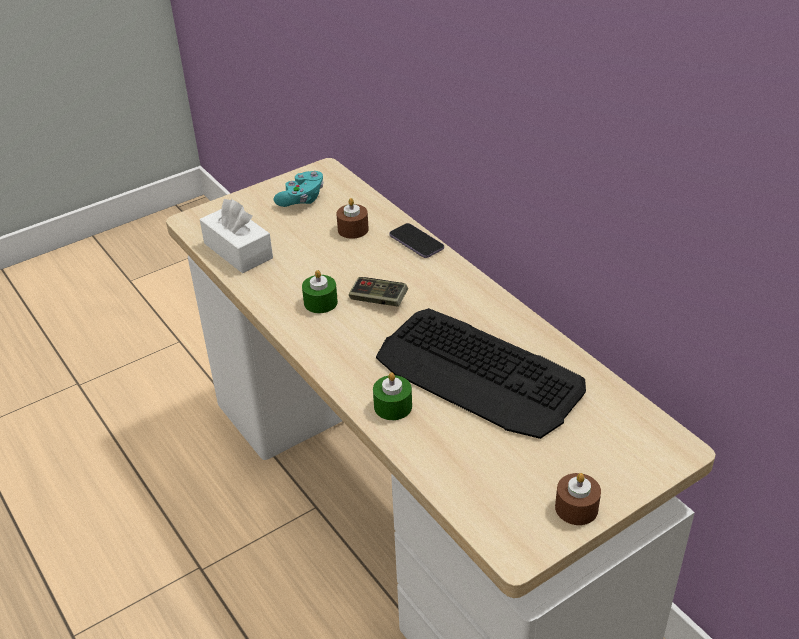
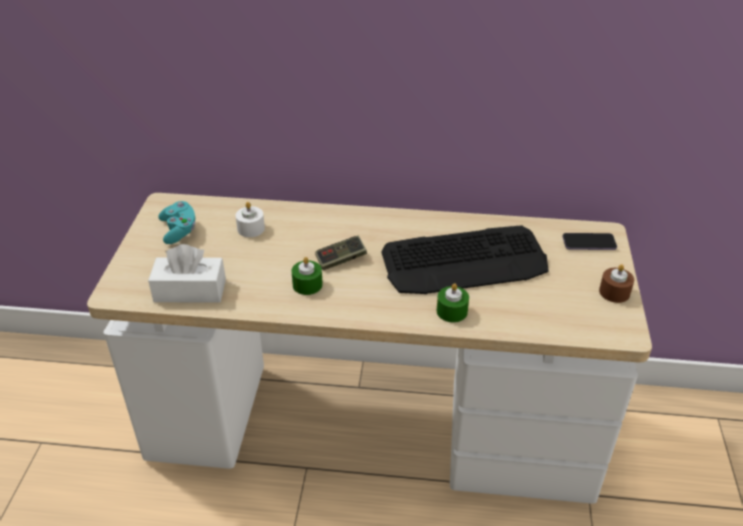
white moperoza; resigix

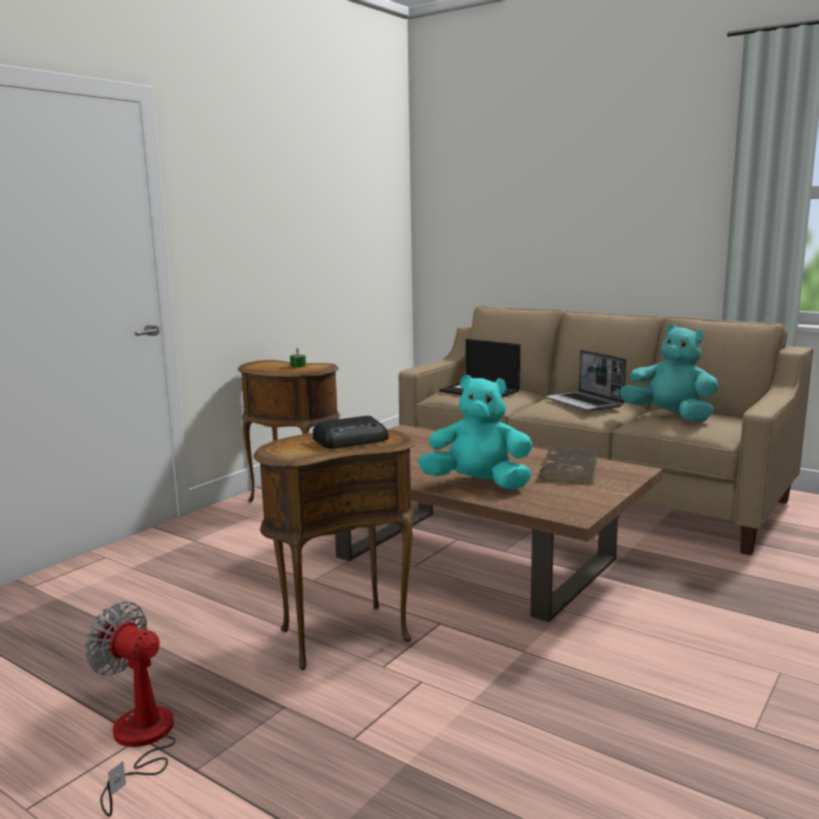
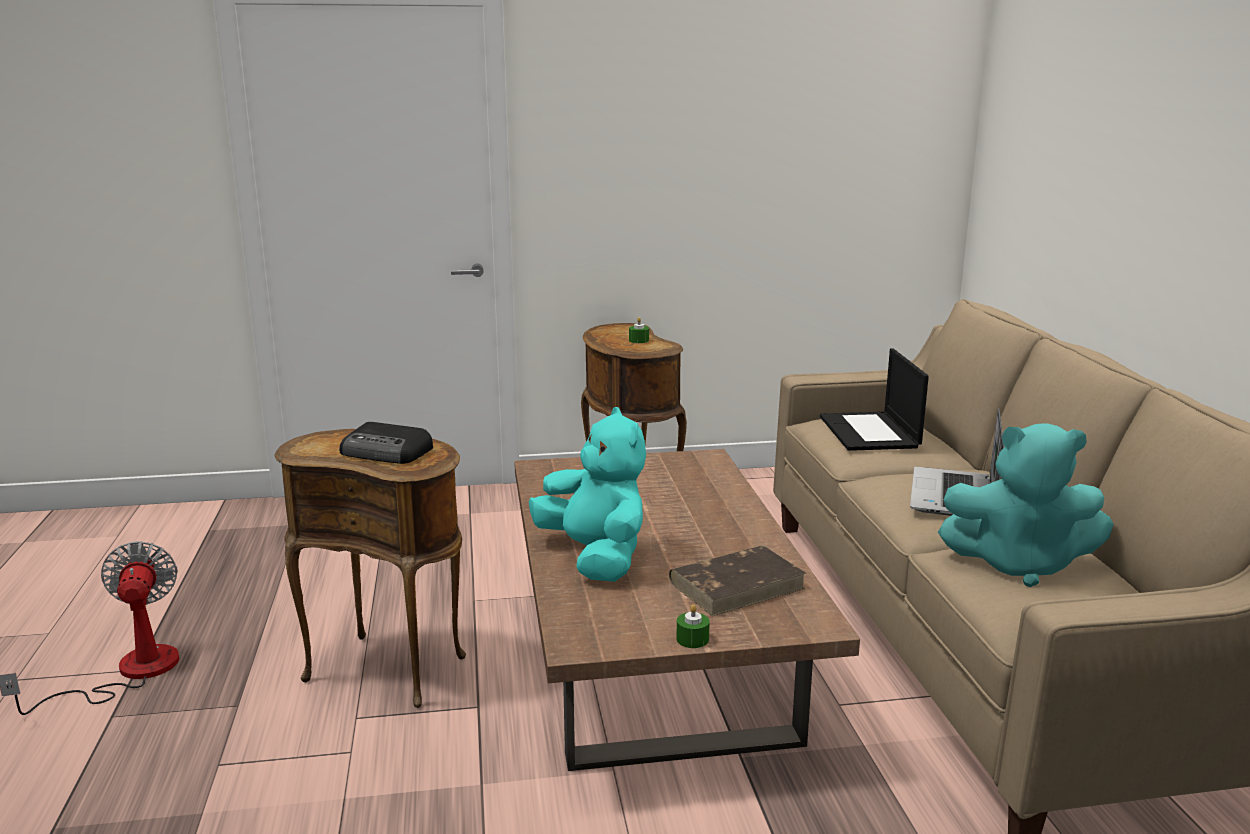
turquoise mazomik (2nd from left); green moperoza (2nd from left)

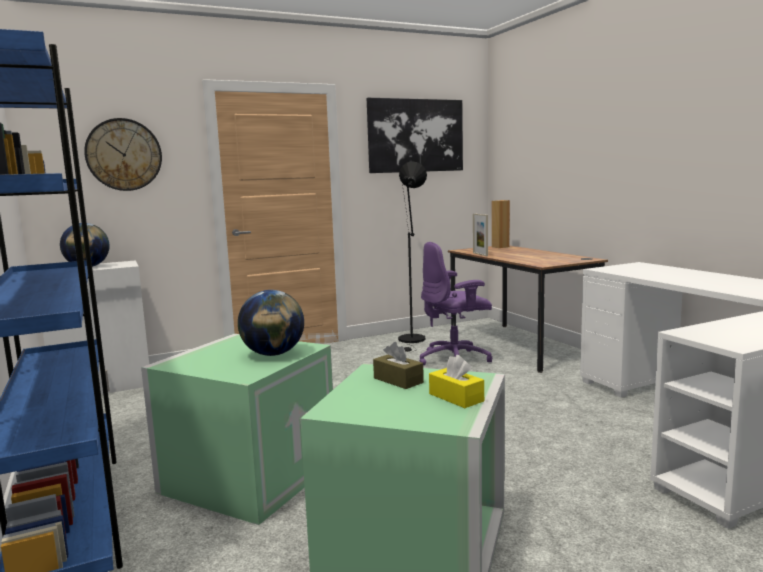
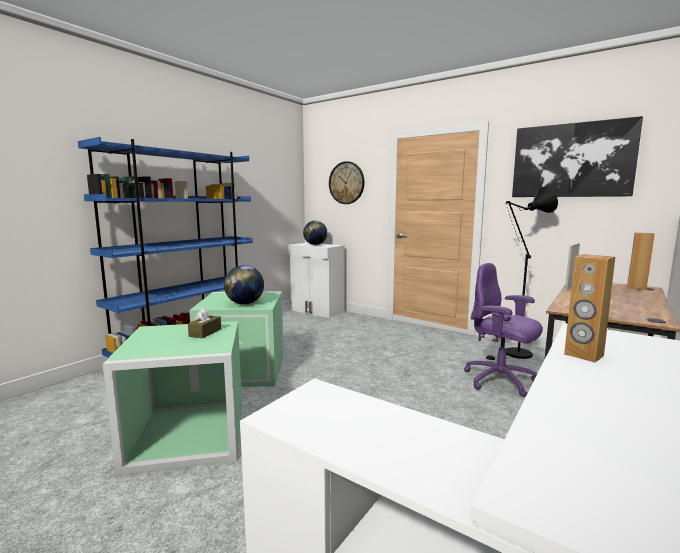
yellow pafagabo; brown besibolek (1st from left)

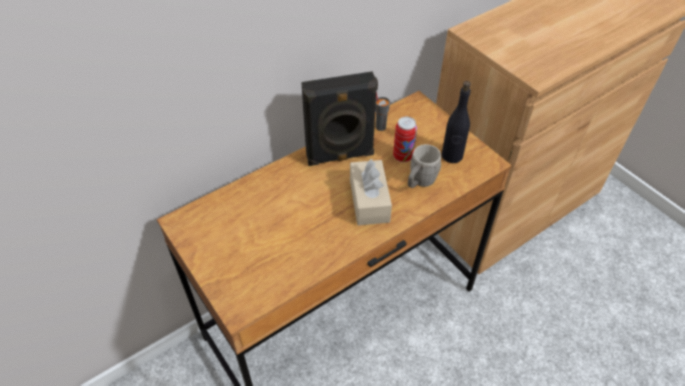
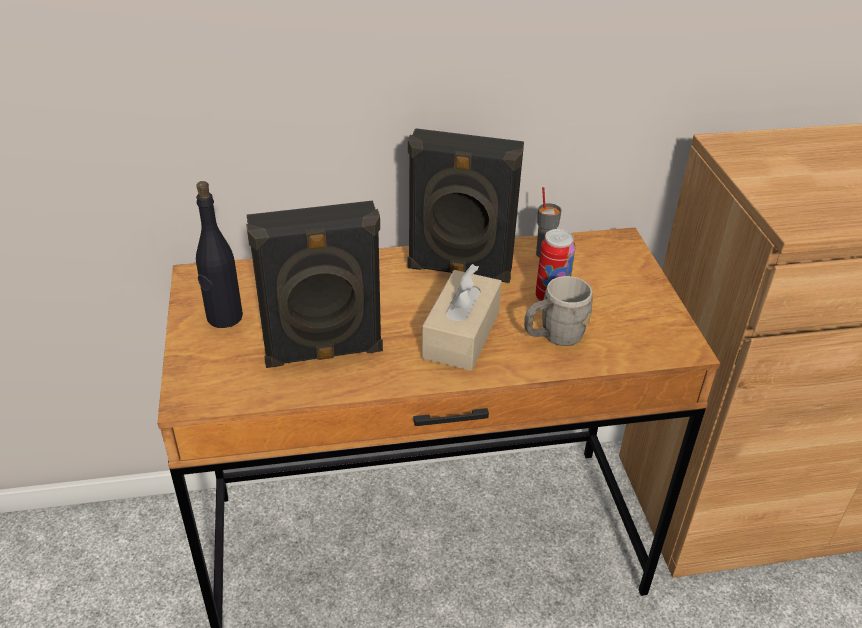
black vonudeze; black besibolek (1st from left)

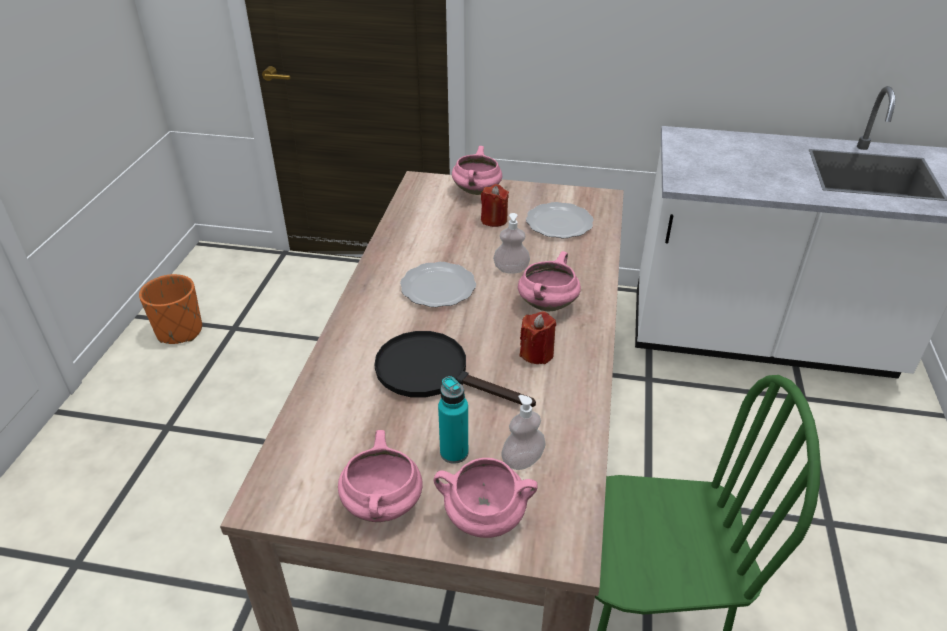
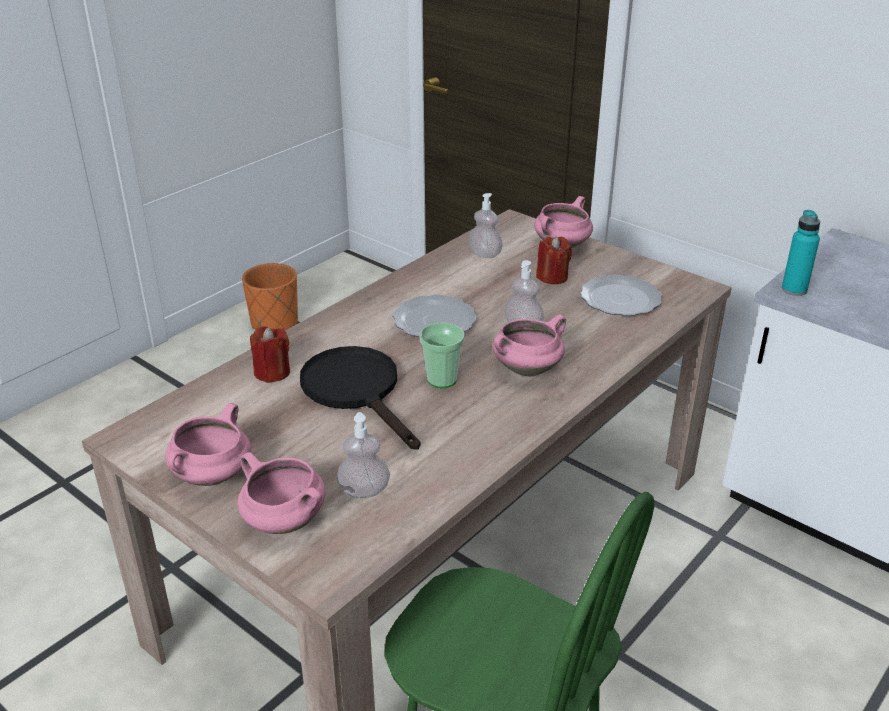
turquoise vonudeze; red moperoza (1st from left); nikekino; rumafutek (2nd from left)

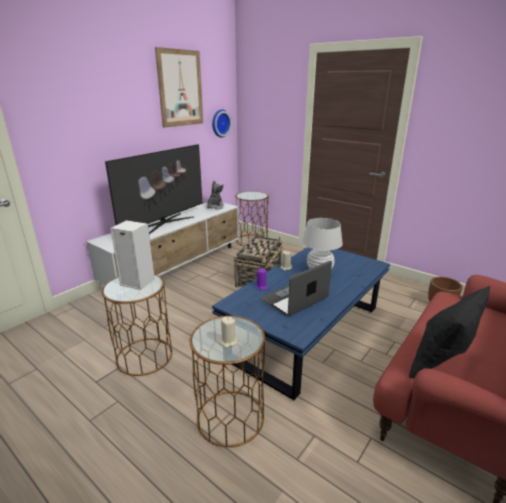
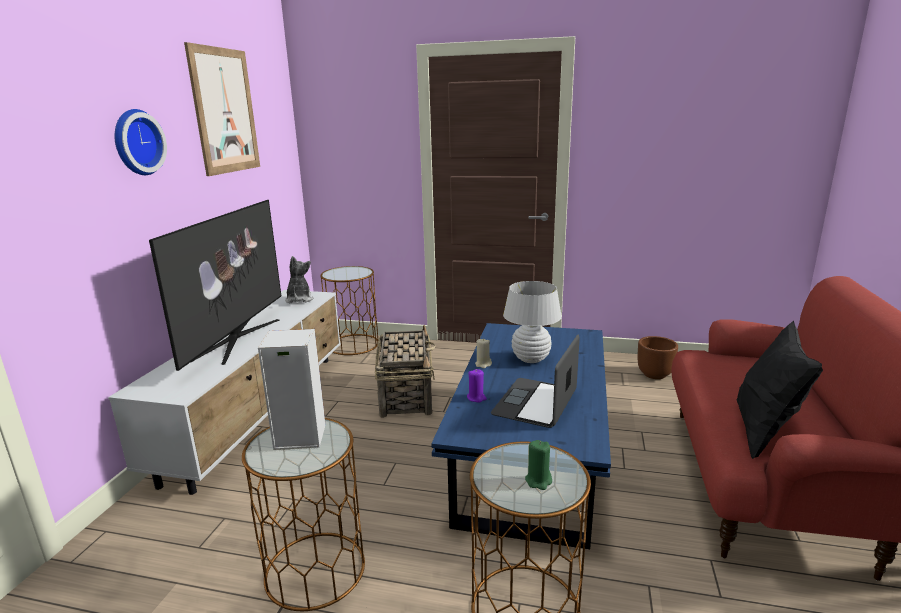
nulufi; green moperoza

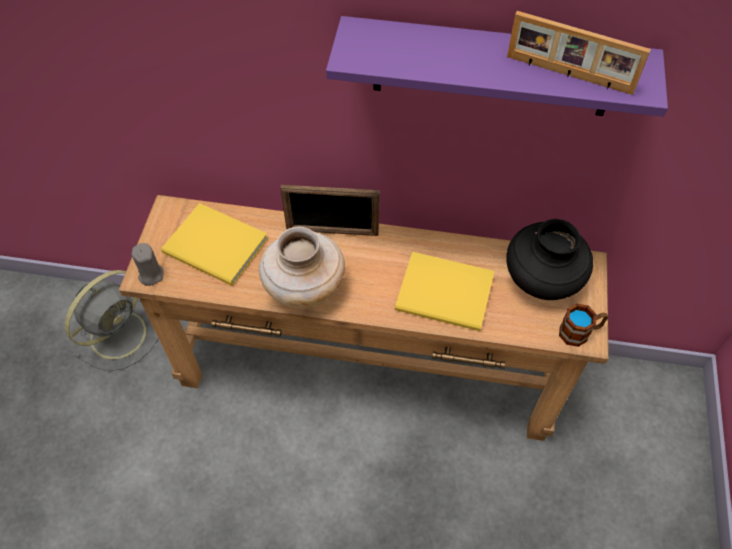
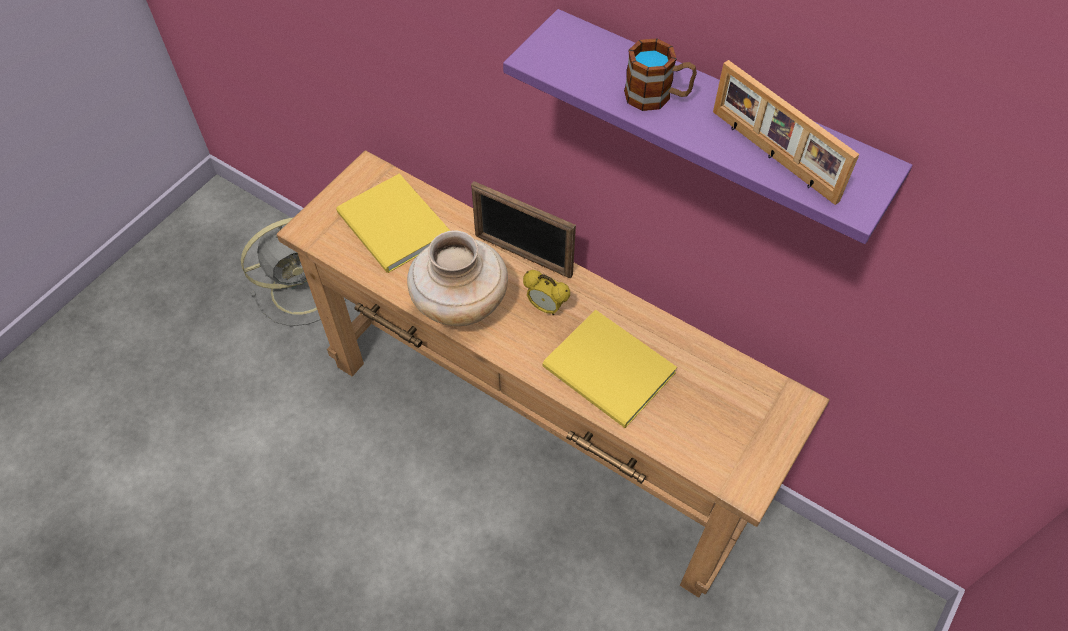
grey moperoza; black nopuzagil; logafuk; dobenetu

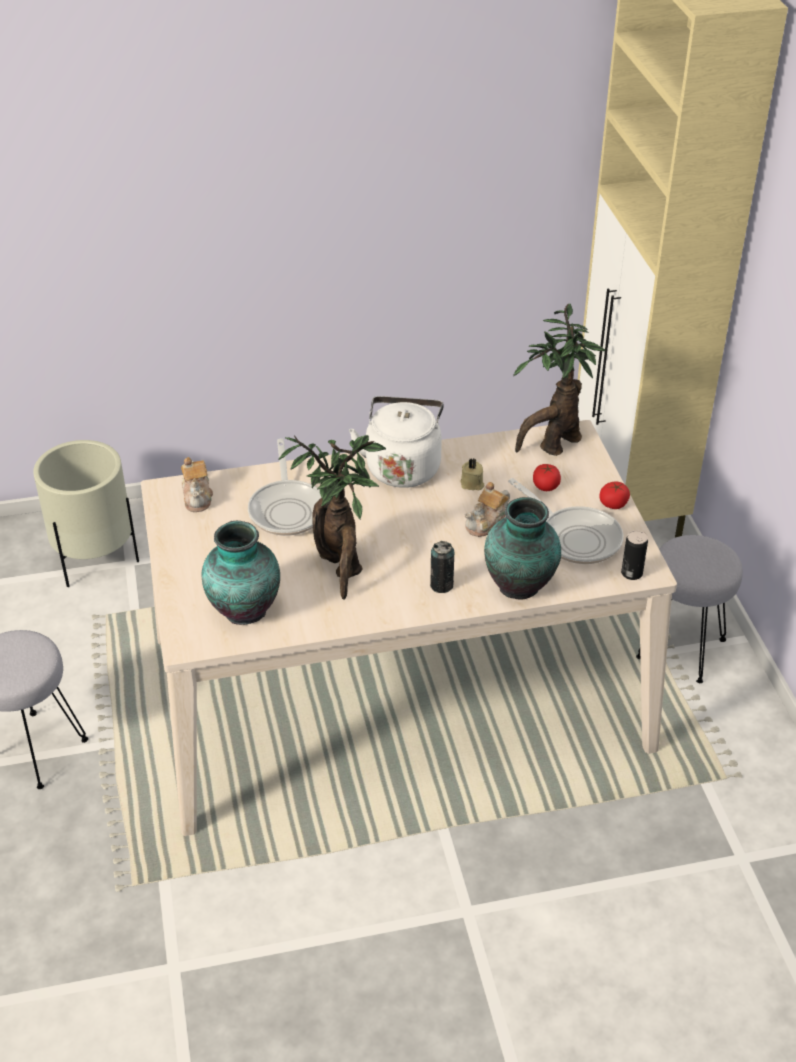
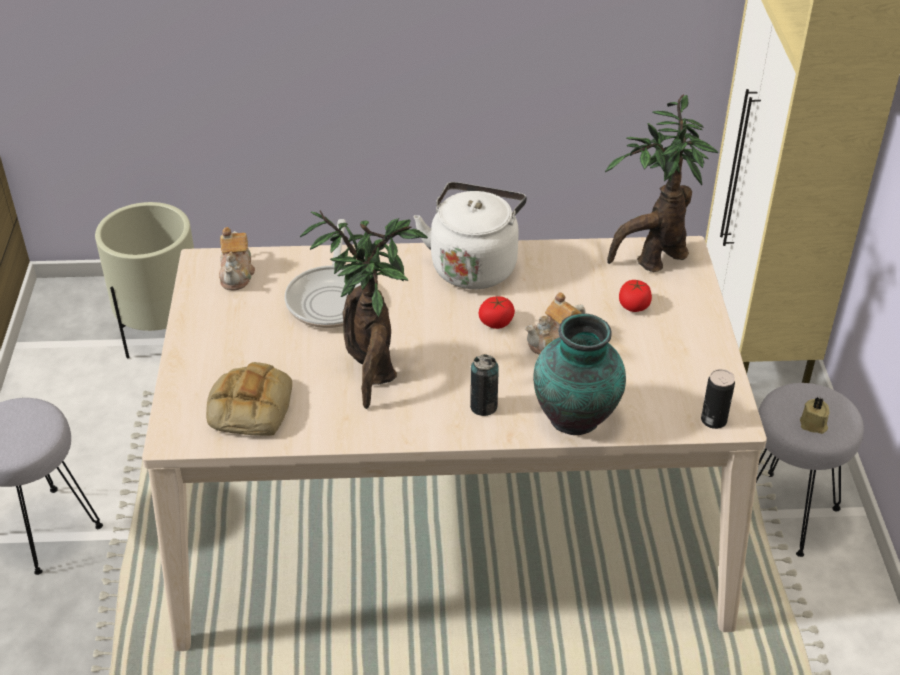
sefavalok; beige moperoza; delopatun (2nd from left in the first image); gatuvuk (1st from left)

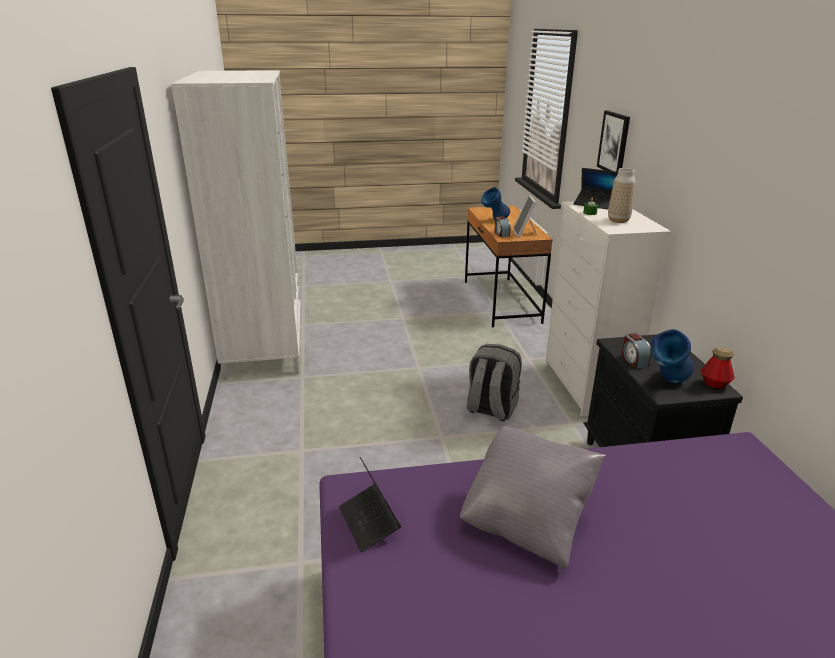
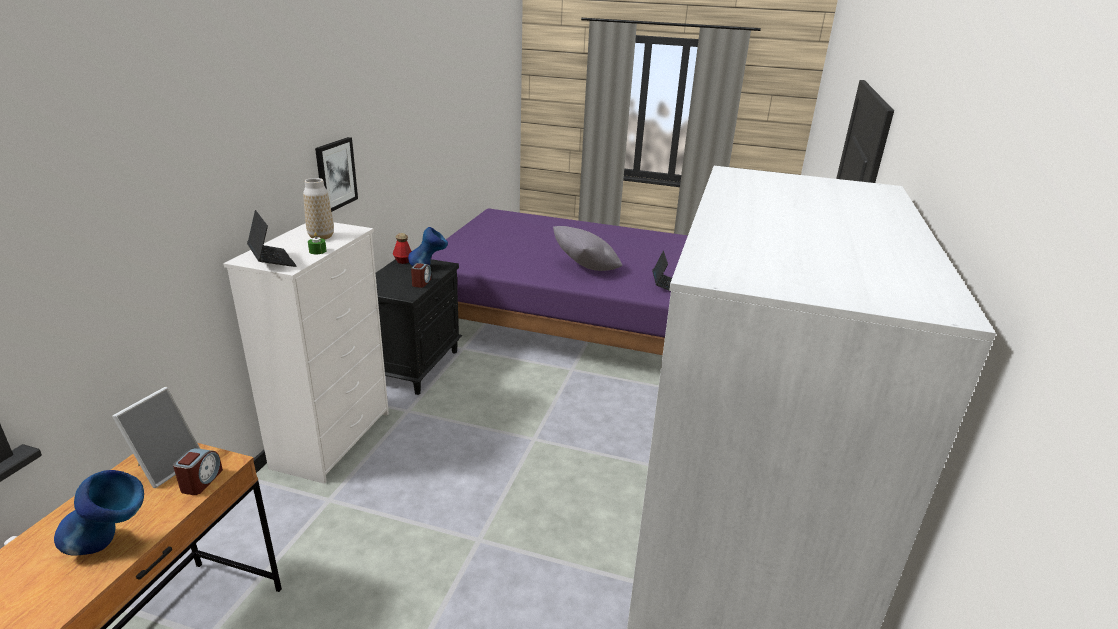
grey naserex; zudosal

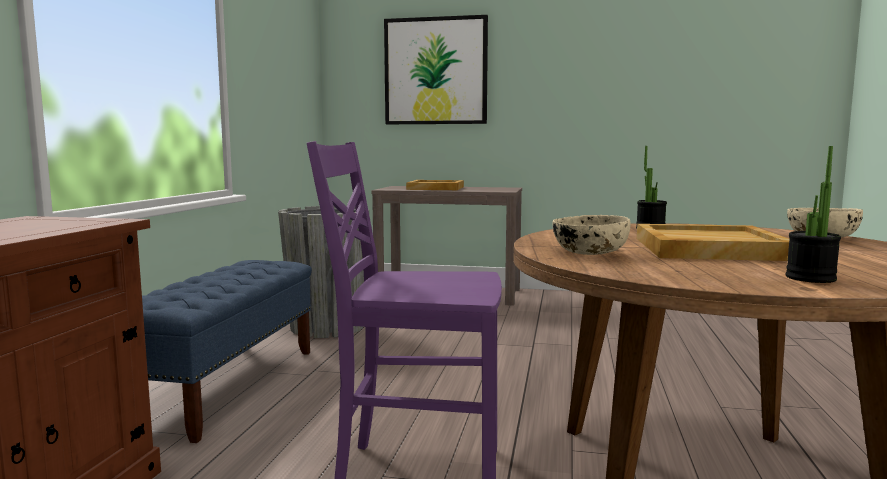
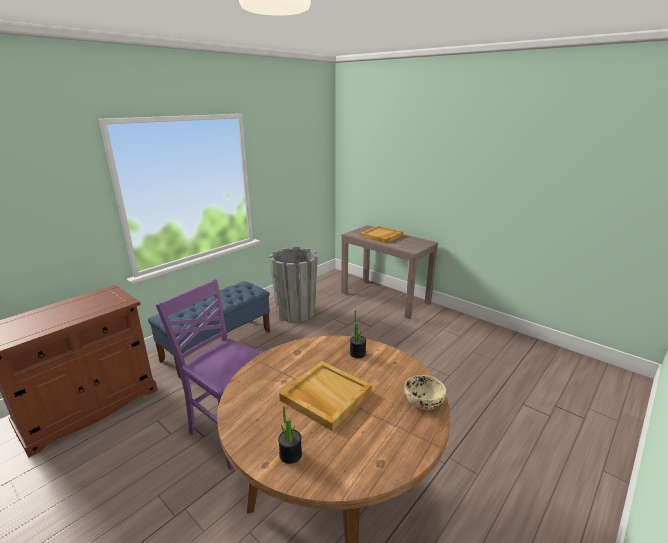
zudosal; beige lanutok (1st from left in the first image)

